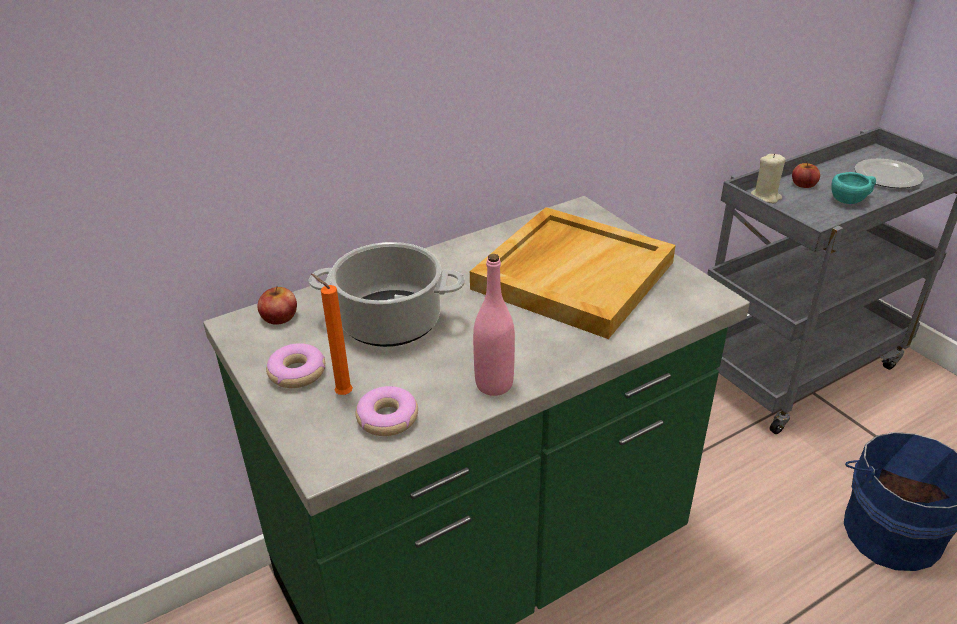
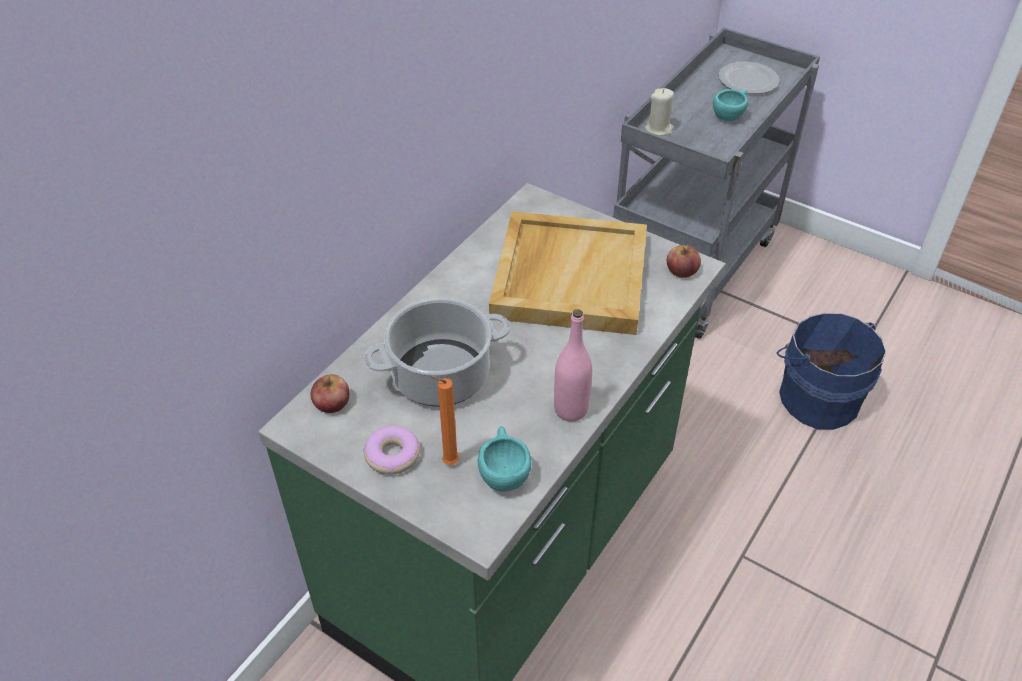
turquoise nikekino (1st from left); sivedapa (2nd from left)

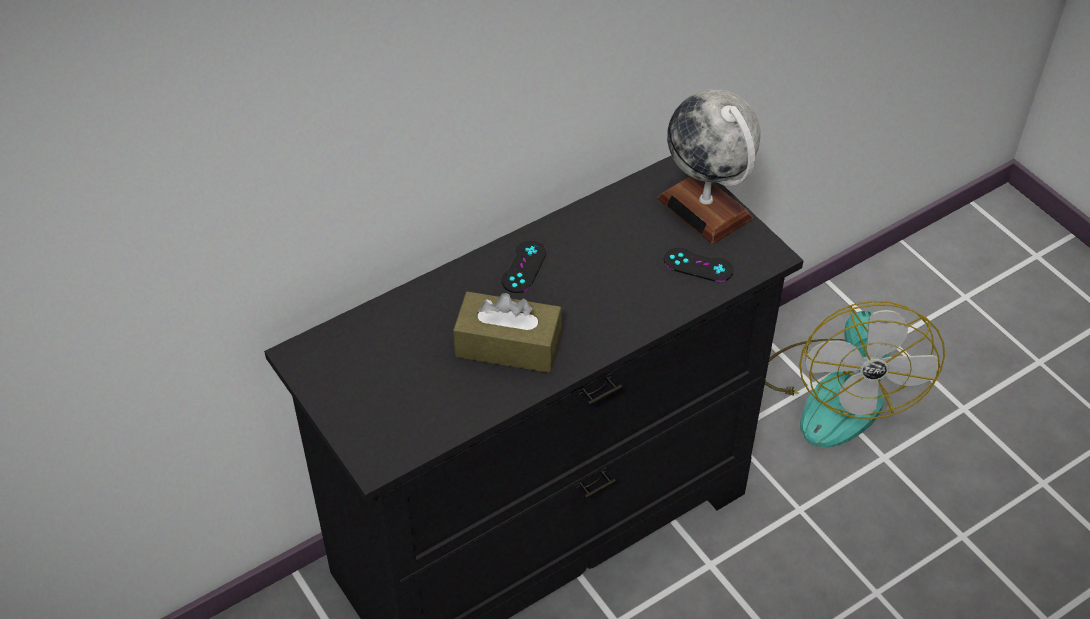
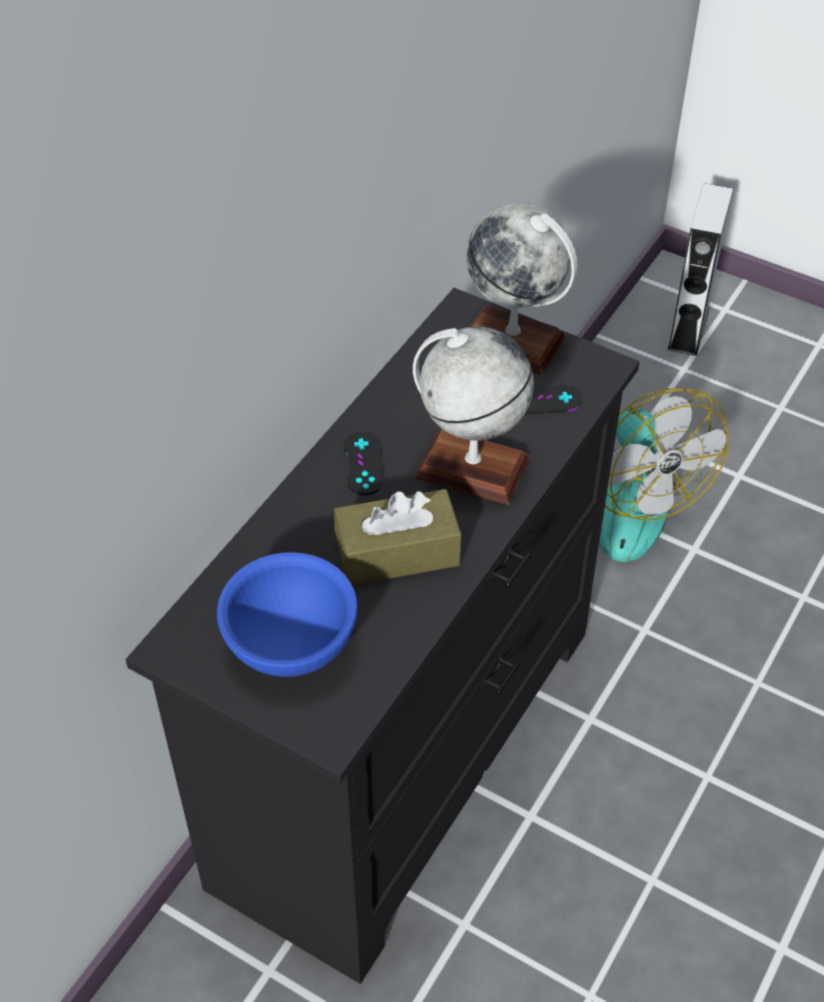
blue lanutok; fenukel (1st from left); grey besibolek

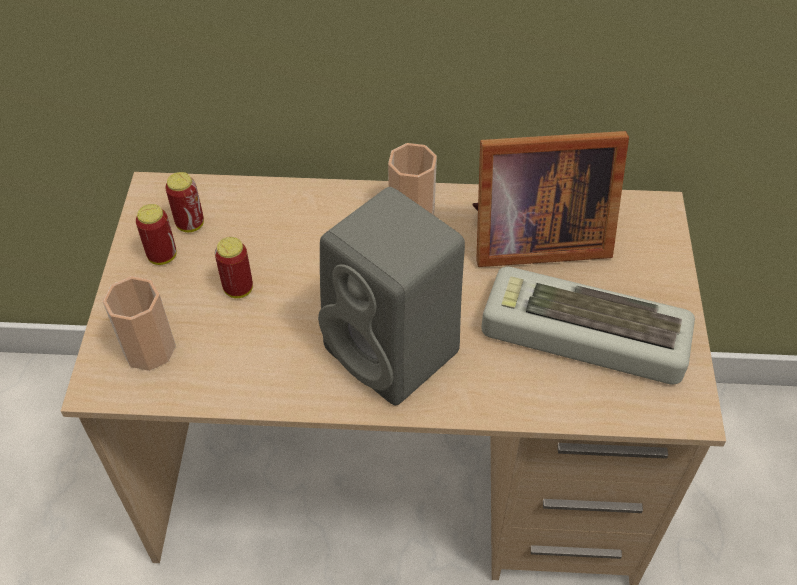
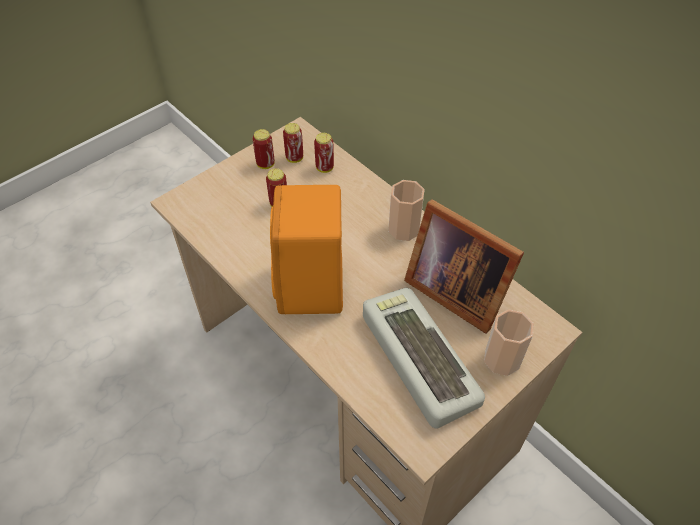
nikekino (2nd from left); orange besibolek; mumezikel (4th from left)

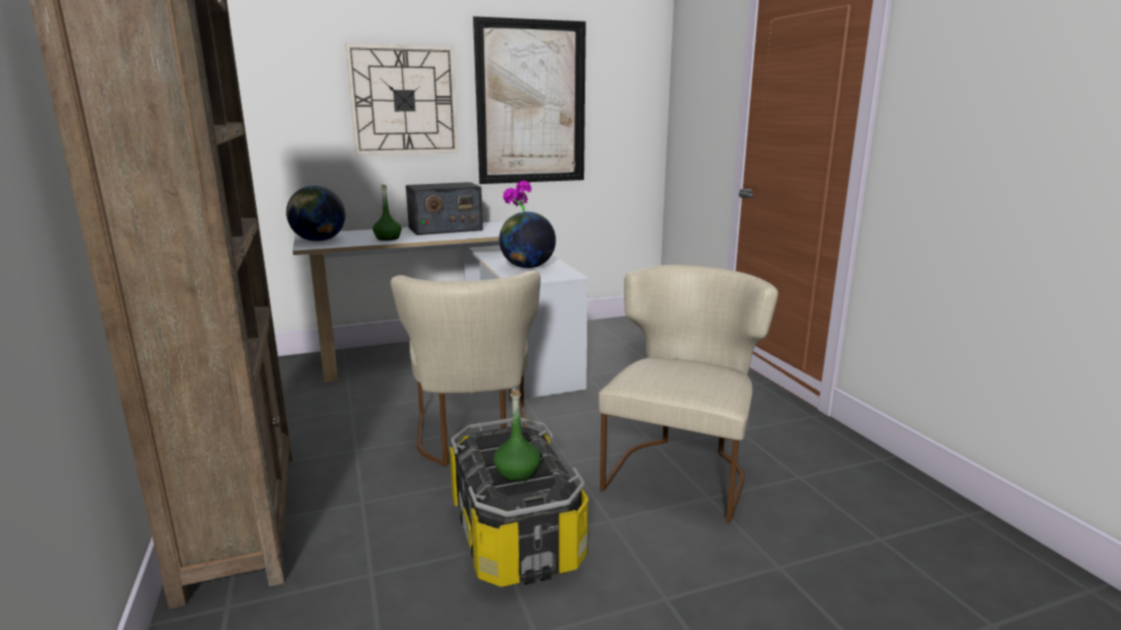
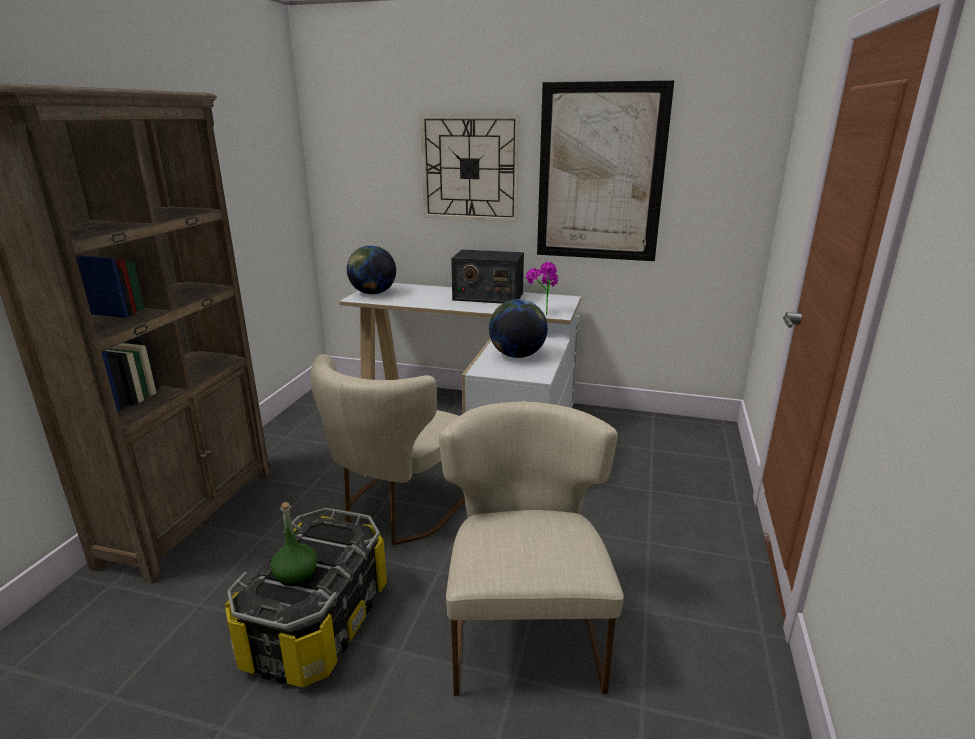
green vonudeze (1st from left in the first image); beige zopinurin (2nd from left)

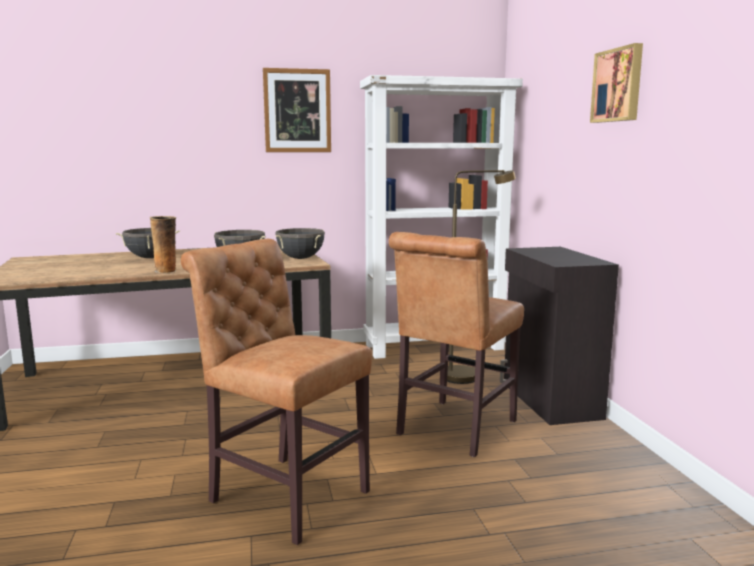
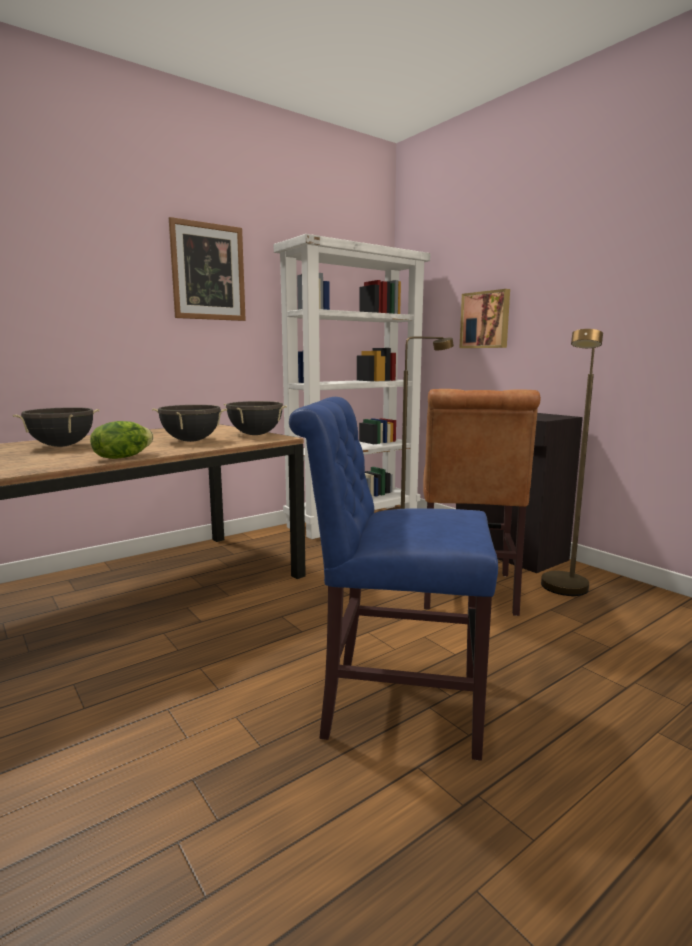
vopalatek; blue zopinurin; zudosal (2nd from left); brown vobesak (2nd from left)

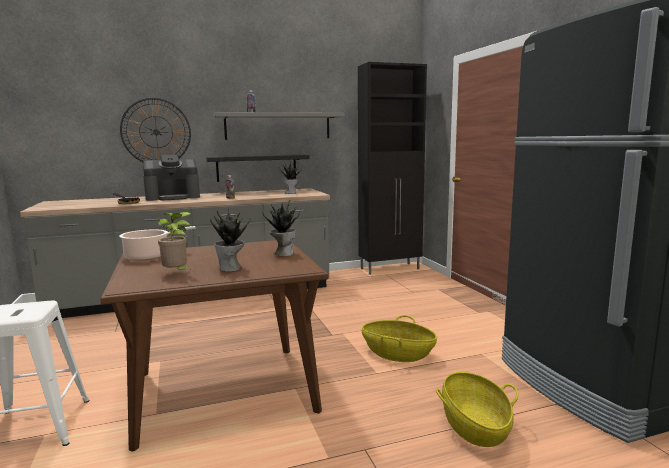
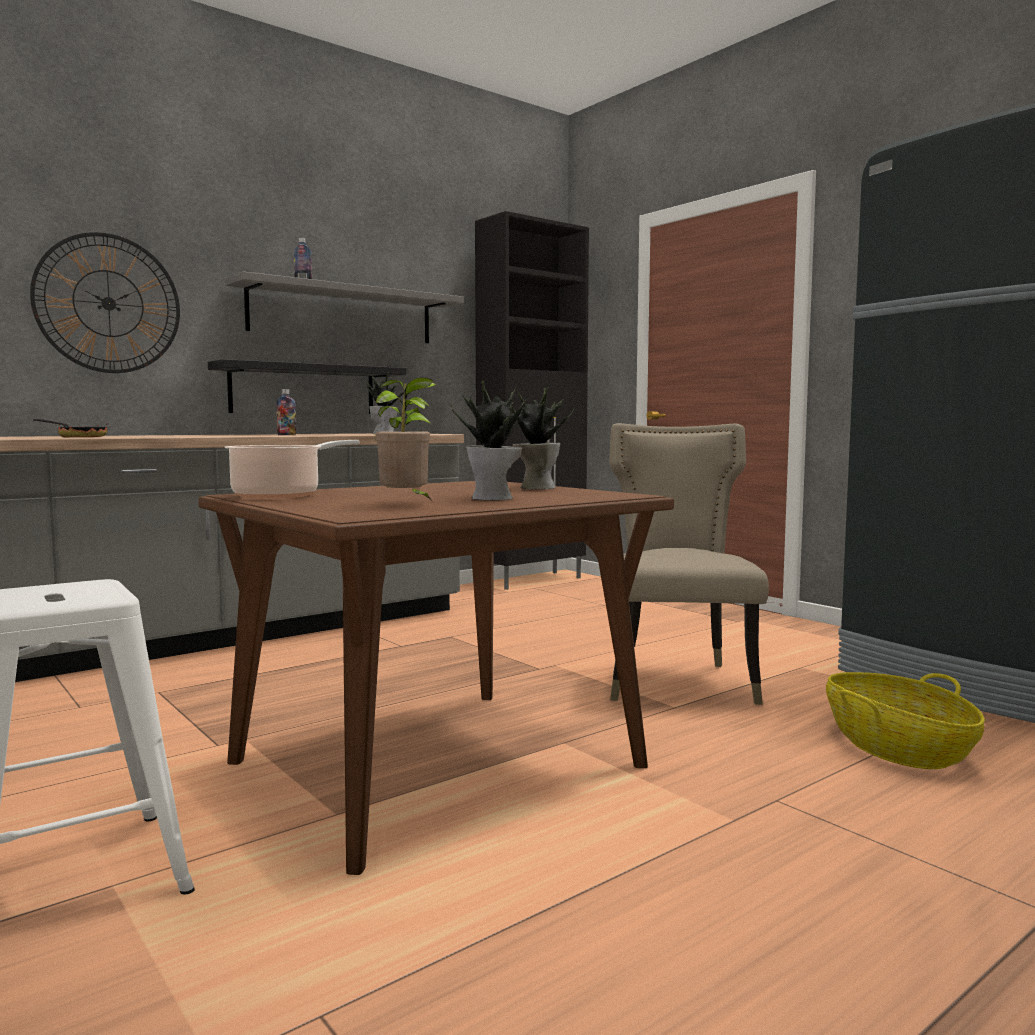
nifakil; beige zopinurin

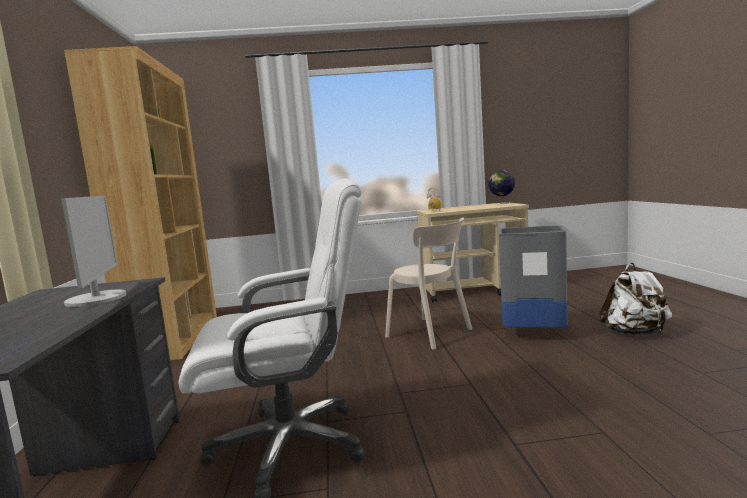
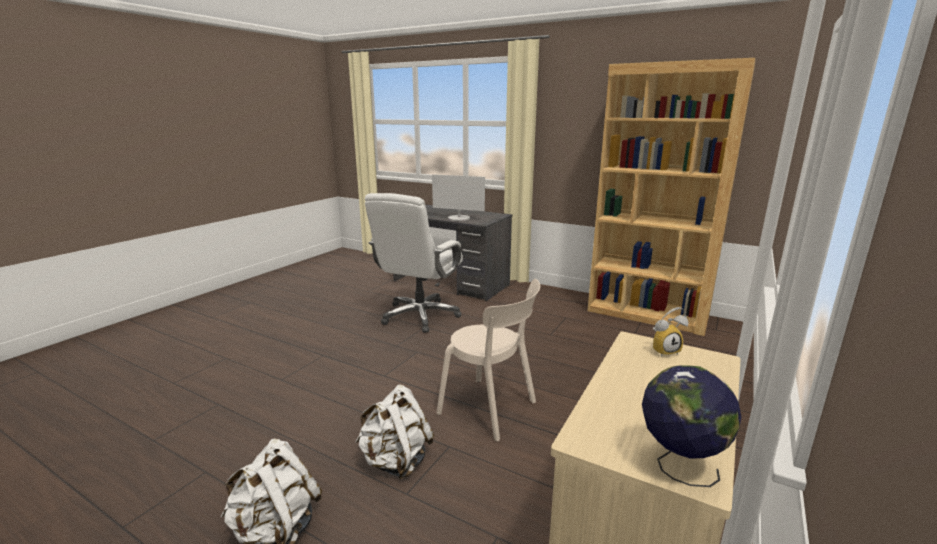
beige zopinurin; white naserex (2nd from left)

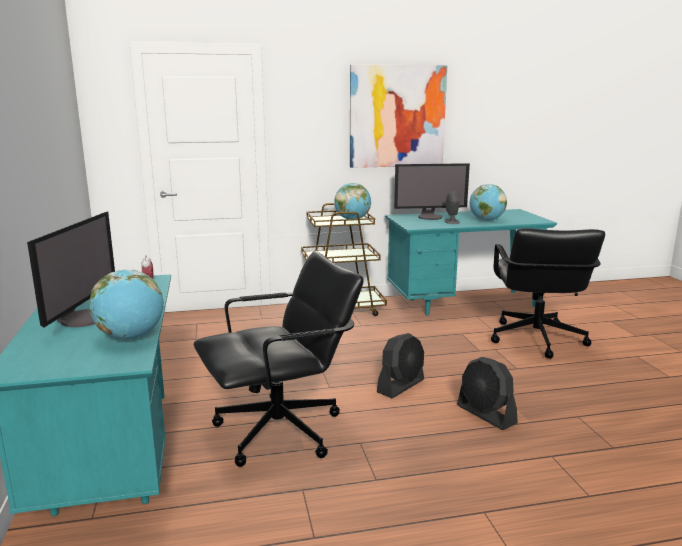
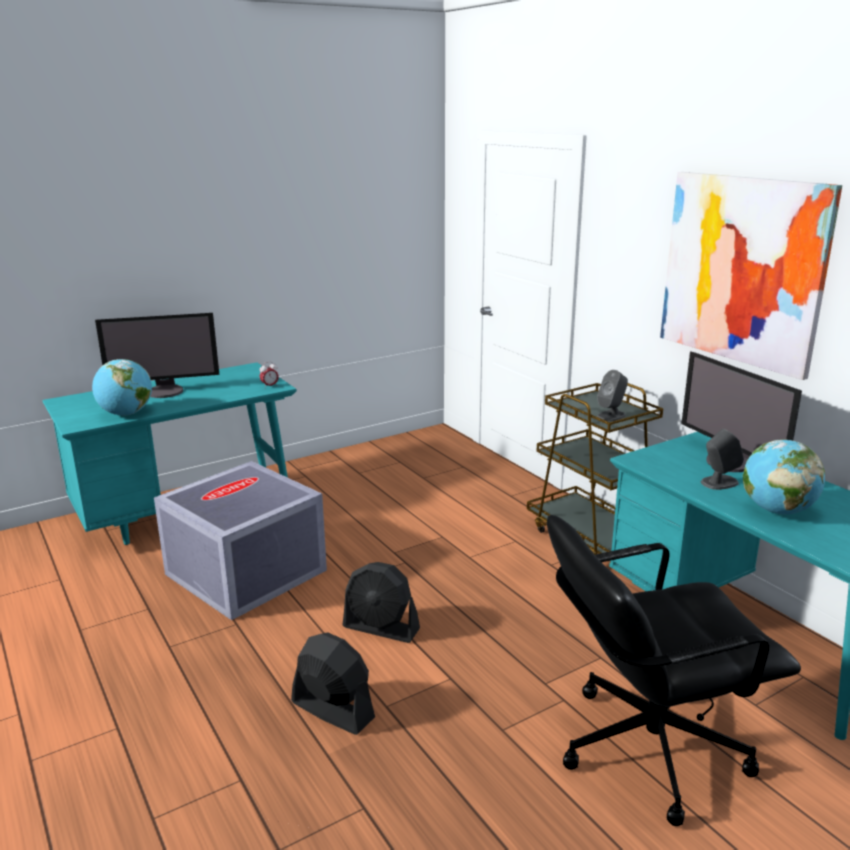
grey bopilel; grey besibolek (1st from left); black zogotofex (1st from left)

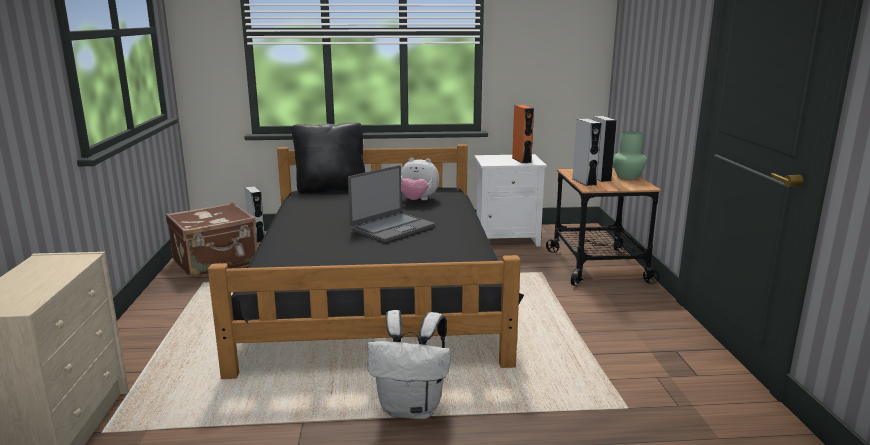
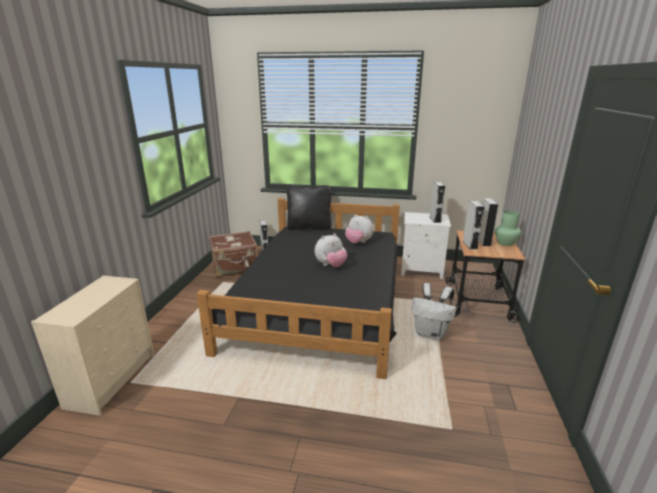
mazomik (1st from left); white naserex; grey besibolek (2nd from left)

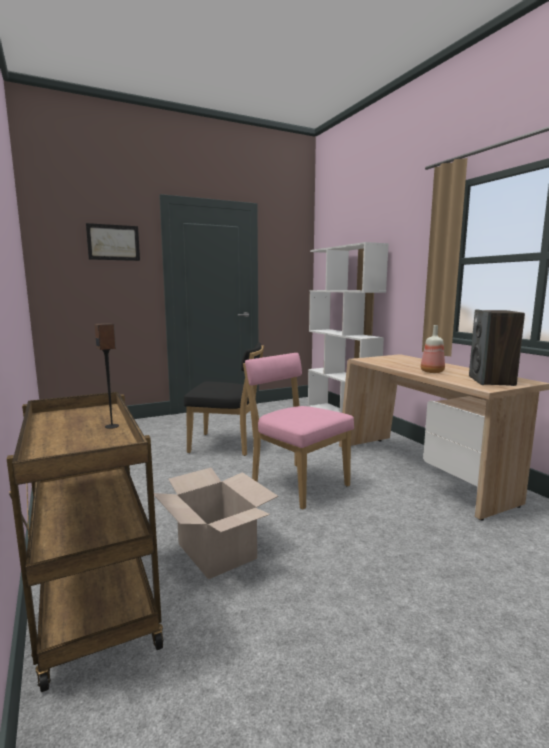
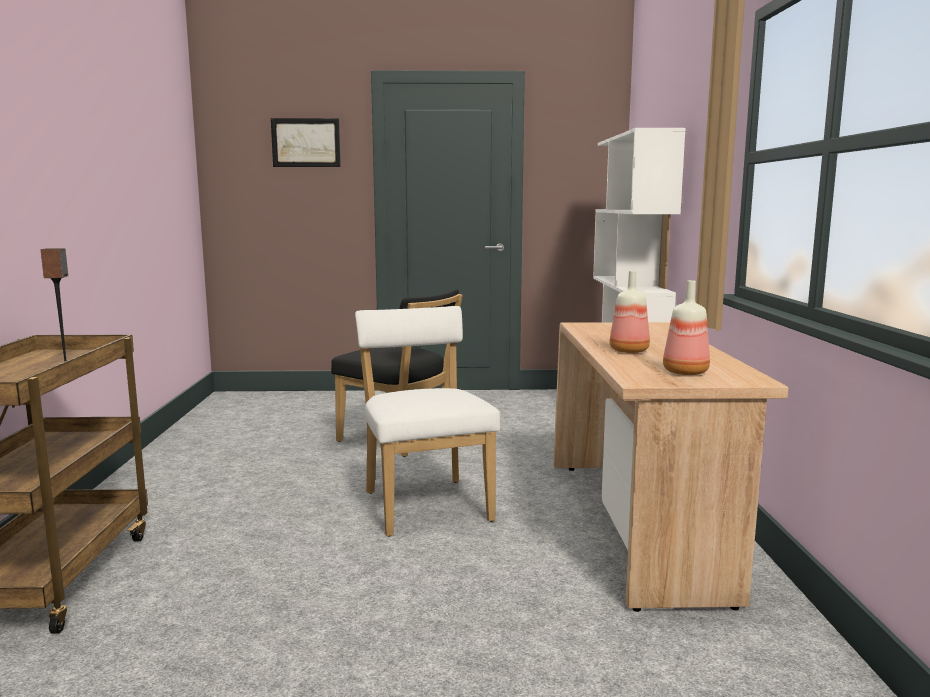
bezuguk; white zopinurin; vonudeze (2nd from left)

